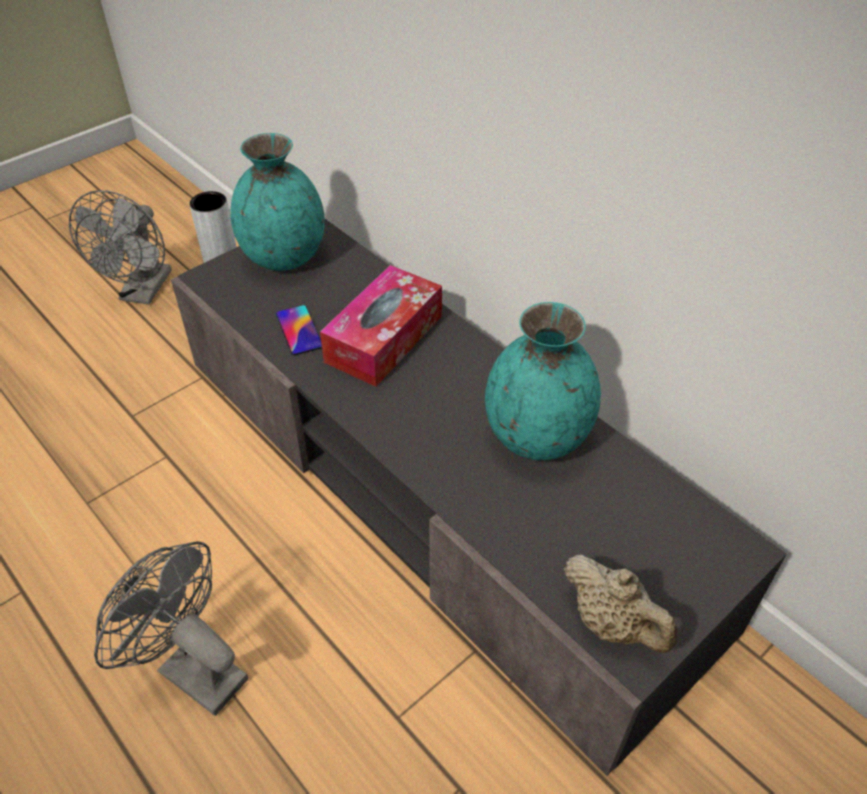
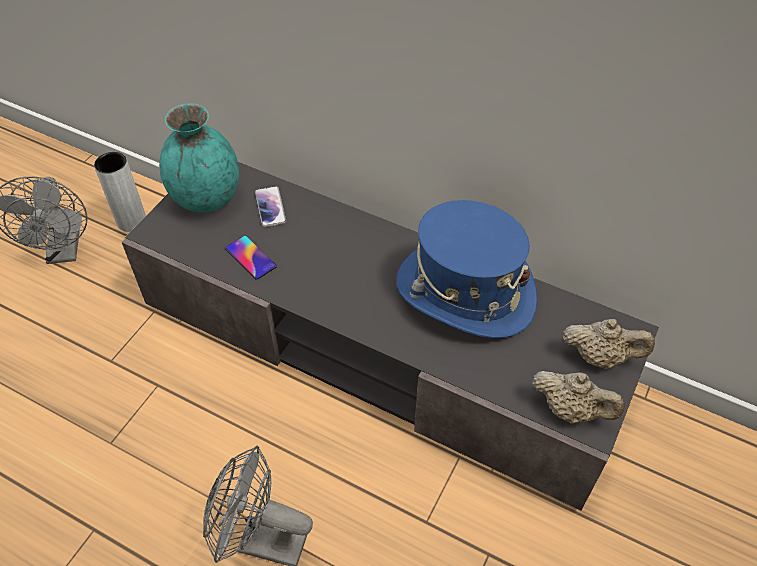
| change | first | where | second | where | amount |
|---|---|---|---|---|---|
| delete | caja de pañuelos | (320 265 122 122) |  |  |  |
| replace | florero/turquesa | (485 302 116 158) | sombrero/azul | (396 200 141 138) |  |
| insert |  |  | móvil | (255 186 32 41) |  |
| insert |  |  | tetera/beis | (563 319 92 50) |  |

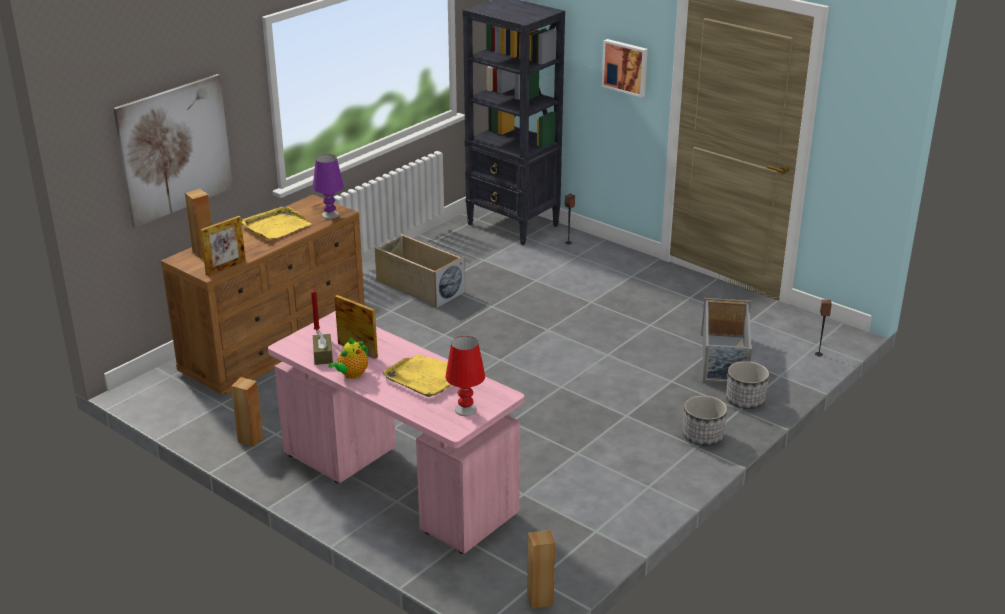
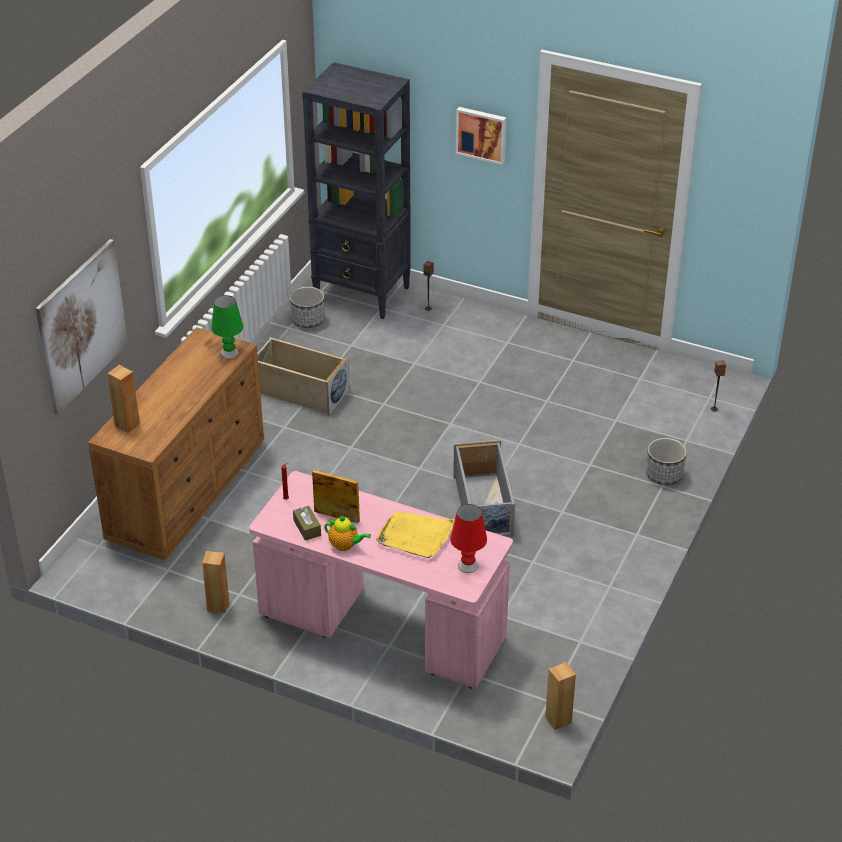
| change | first | where | second | where | amount |
|---|---|---|---|---|---|
| delete | portarretratos | (200 216 46 60) |  |  |  |
| delete | bandeja/amarillo | (241 207 70 33) |  |  |  |
| recolor | lámpara de mesa/morado | (313 154 31 65) | lámpara de mesa/verde | (211 295 32 64) |  |
| rotate | tetera | (328 338 40 41) |  | (324 516 47 35) | 90 degrees counterclockwise |
| move | maceta | (683 395 44 51) |  | (289 287 36 41) |  |
| move | caja de almacenaje/gris | (701 298 51 85) |  | (453 440 62 97) |  |

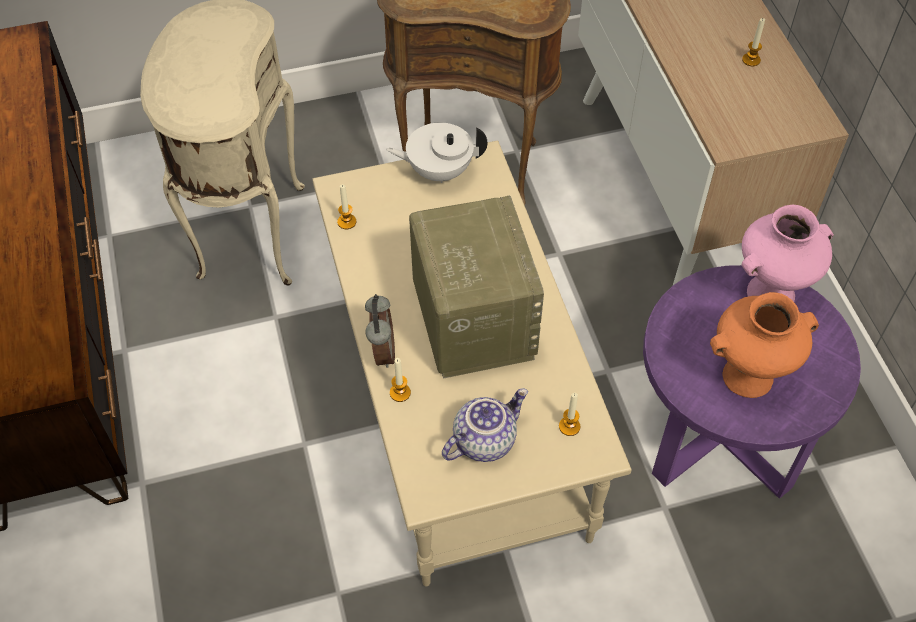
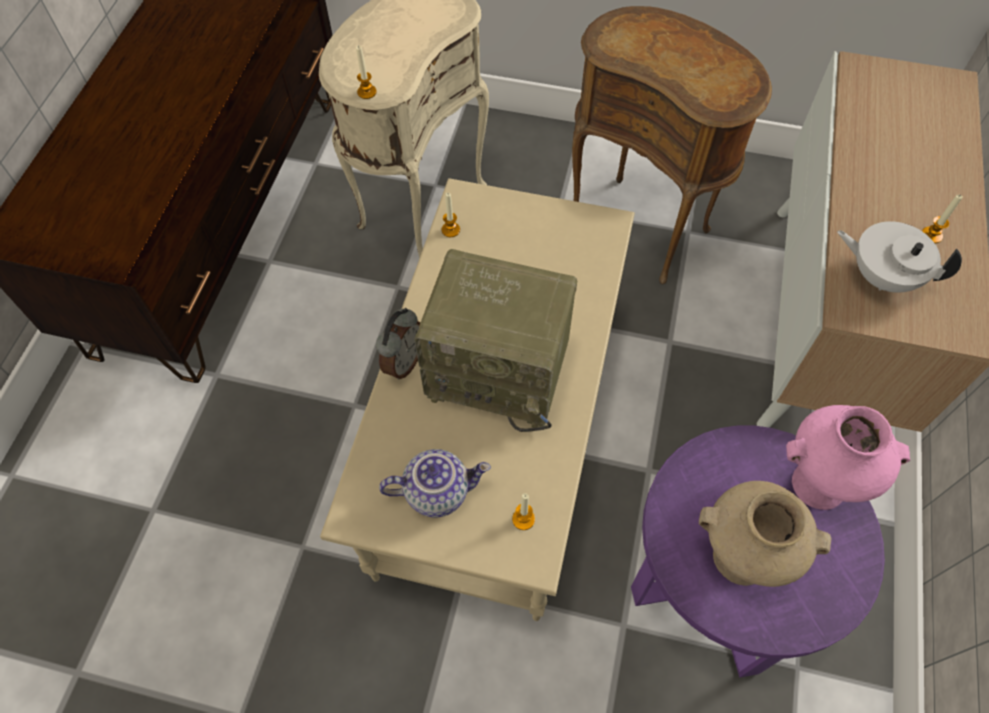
| change | first | where | second | where | amount |
|---|---|---|---|---|---|
| move | tetera/blanco | (386 123 101 60) |  | (837 221 125 72) |  |
| move | vela | (390 358 21 44) |  | (356 45 21 54) |  |
| rotate | radio | (409 195 135 184) |  | (414 249 163 183) | 90 degrees clockwise |
| recolor | florero/naranja | (710 292 109 106) | florero/beis | (699 481 132 106) |  |

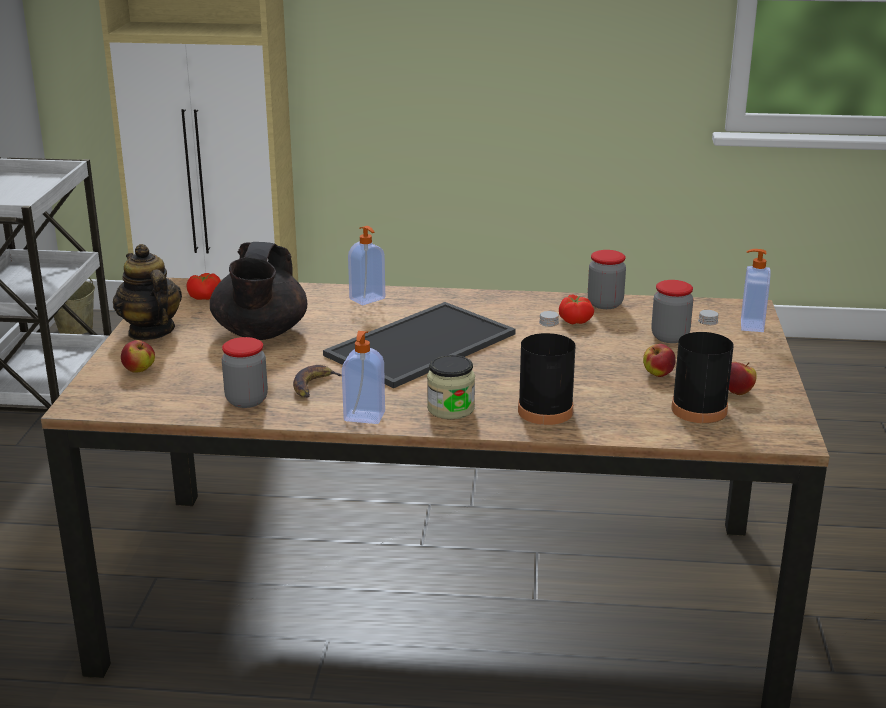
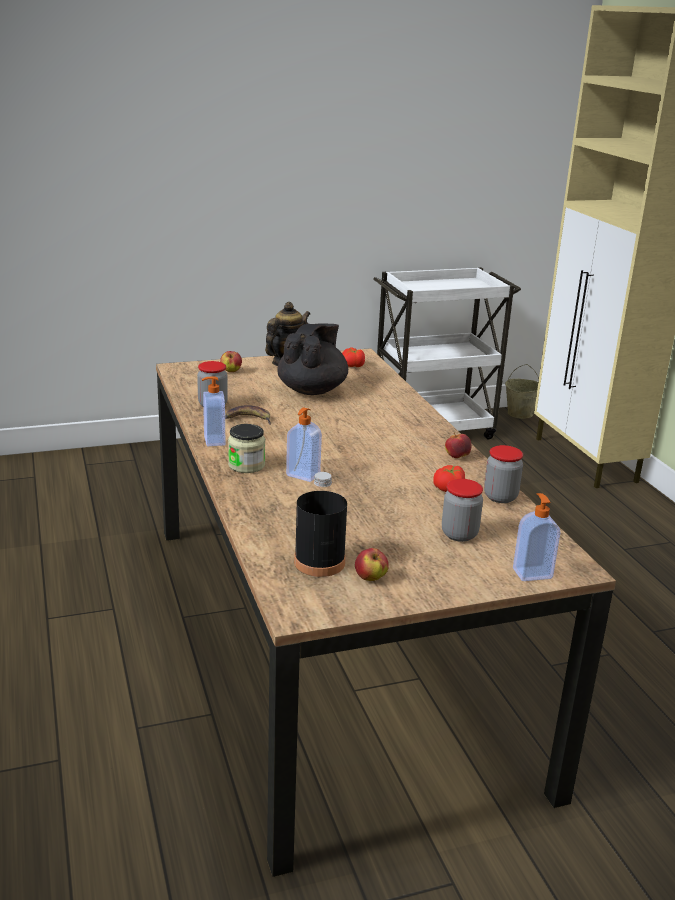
| change | first | where | second | where | amount |
|---|---|---|---|---|---|
| rotate | tetera/negro | (210 242 97 98) |  | (277 323 71 72) | 135 degrees clockwise |
| delete | bandeja | (323 302 193 86) |  |  |  |
| move | dispensador de jabón | (348 226 37 79) |  | (286 407 36 75) |  |
| delete | botella/negro | (518 311 57 114) |  |  |  |
| move | manzana | (643 344 33 33) |  | (445 432 27 26) |  |

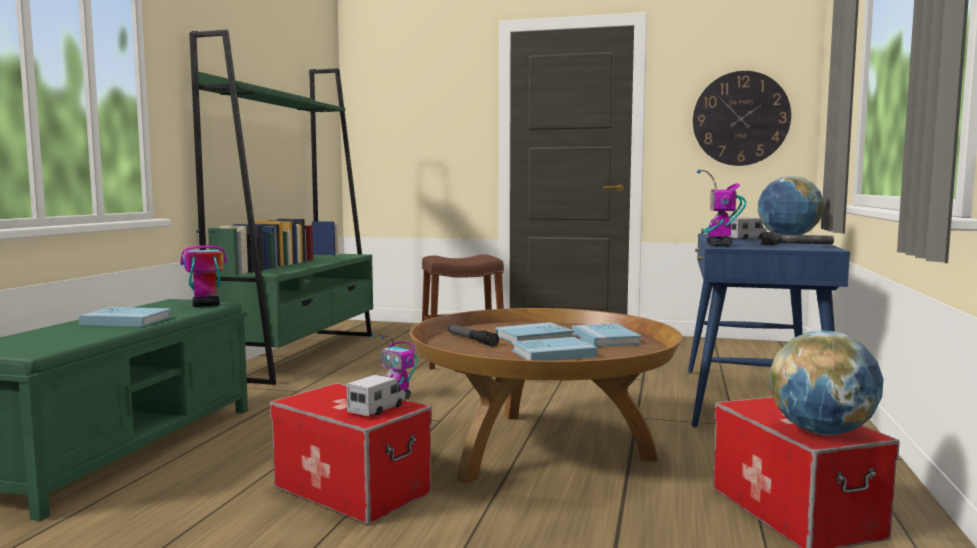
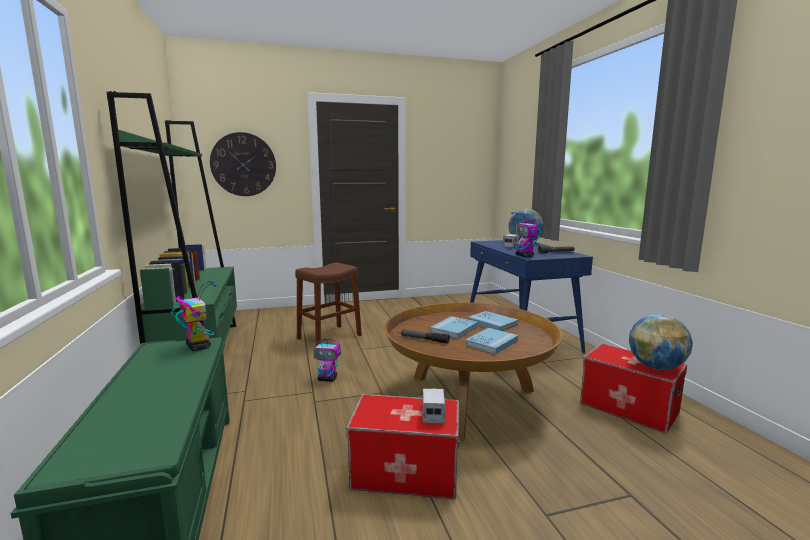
| change | first | where | second | where | amount |
|---|---|---|---|---|---|
| delete | libro/azul | (79 307 93 20) |  |  |  |
| rotate | robot de juguete | (180 229 47 78) |  | (171 281 46 70) | 105 degrees clockwise |
| move | reloj de pared | (693 71 98 95) |  | (210 132 66 64) |  |

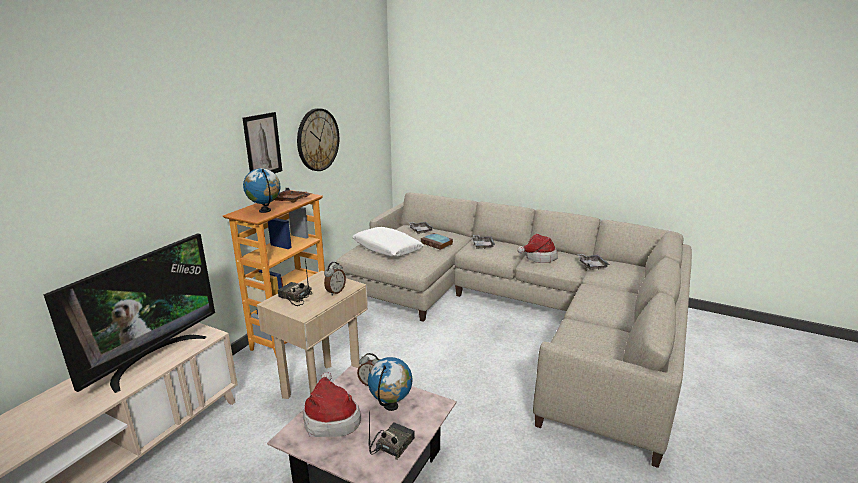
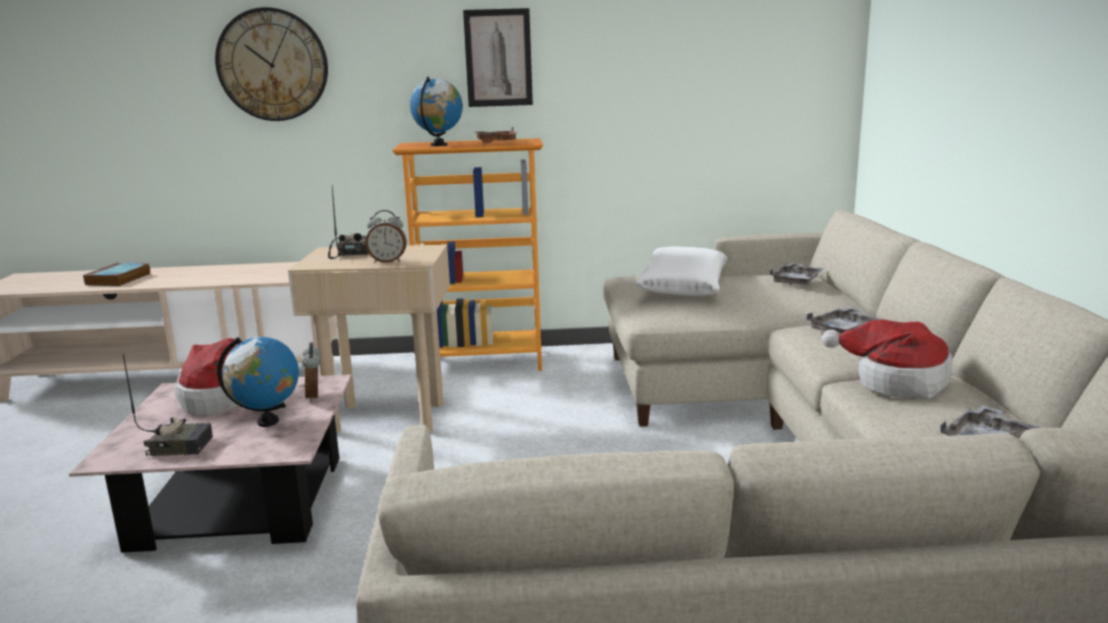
| change | first | where | second | where | amount |
|---|---|---|---|---|---|
| delete | televisor | (43 233 172 160) |  |  |  |
| move | reloj de pared | (297 108 42 63) |  | (215 7 113 114) |  |
| move | libro | (421 233 32 17) |  | (83 263 68 23) |  |

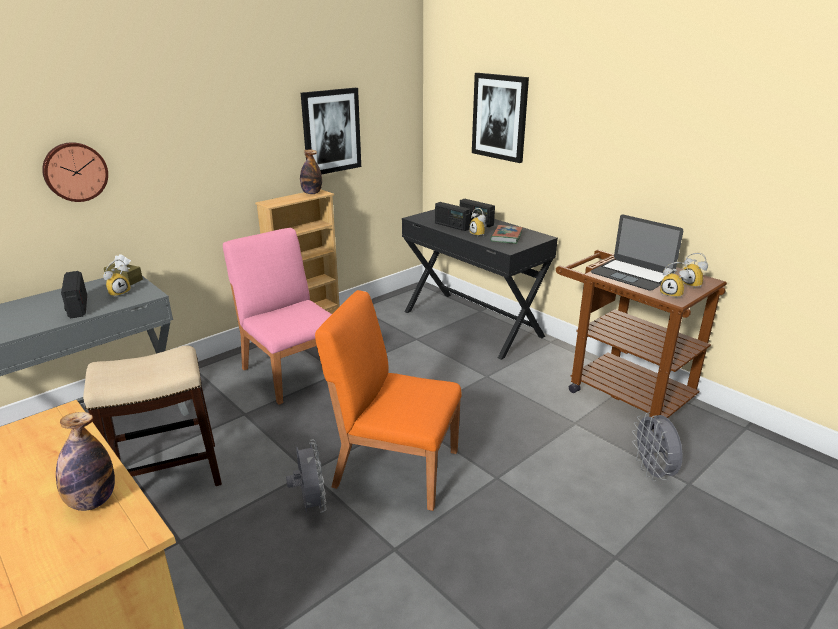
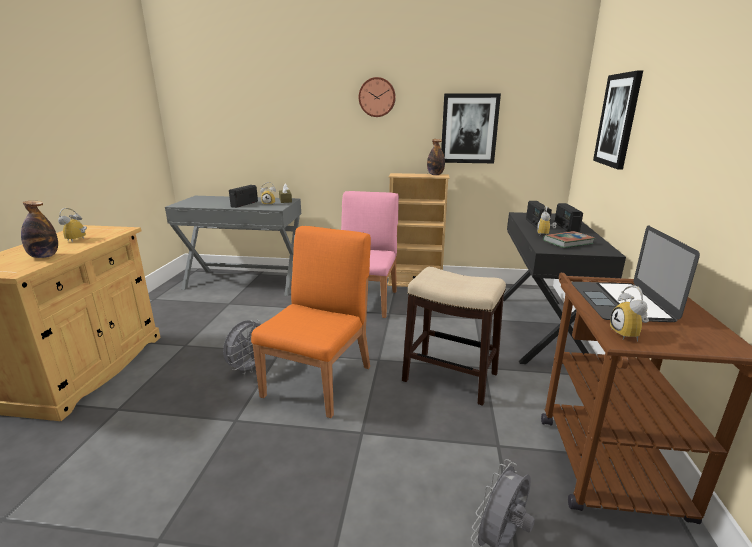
| change | first | where | second | where | amount |
|---|---|---|---|---|---|
| move | reloj de pared | (42 142 66 60) |  | (359 77 37 40) |  |
| move | taburete | (83 345 139 141) |  | (402 266 104 140) |  |
| rotate | silla/naranja | (315 290 147 221) |  | (251 226 120 192) | 45 degrees clockwise |
| move | despertador | (681 253 27 35) |  | (58 208 29 35) |  |

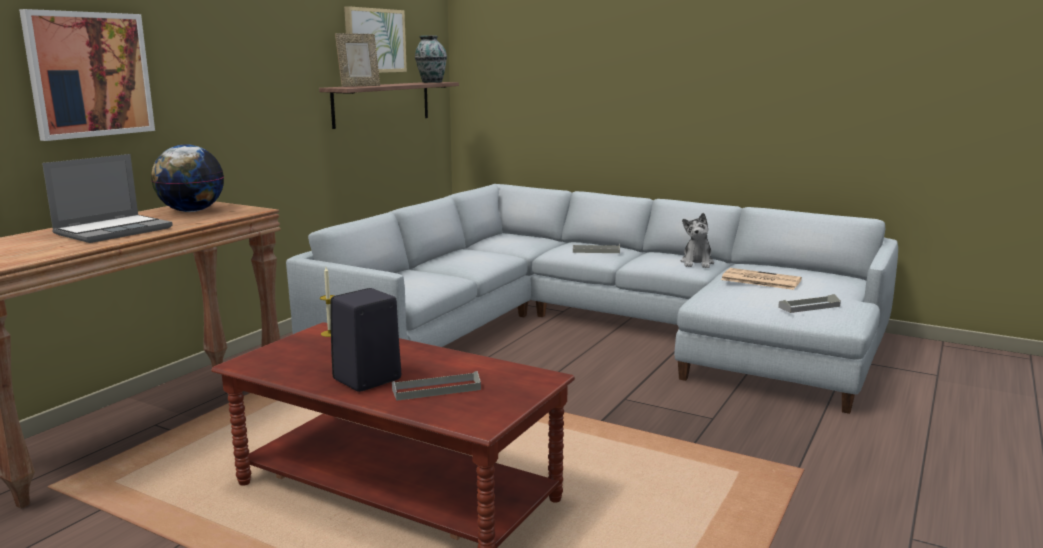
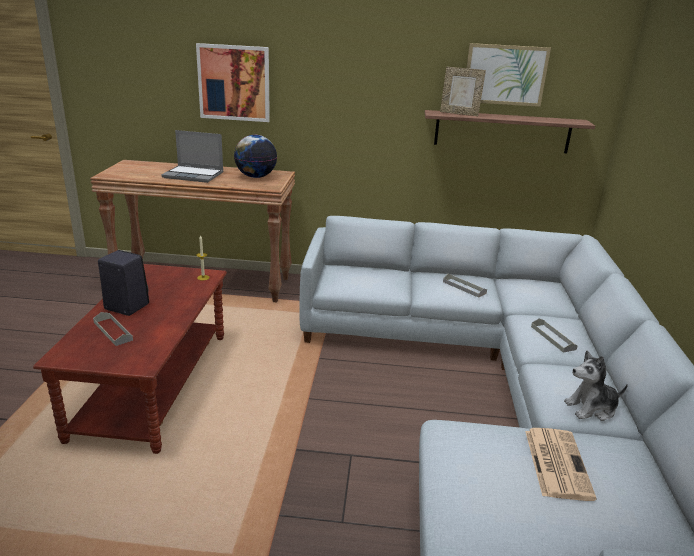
| change | first | where | second | where | amount |
|---|---|---|---|---|---|
| delete | florero | (415 35 32 48) |  |  |  |
| move | bandeja/gris | (778 294 63 19) |  | (443 274 44 24) |  |

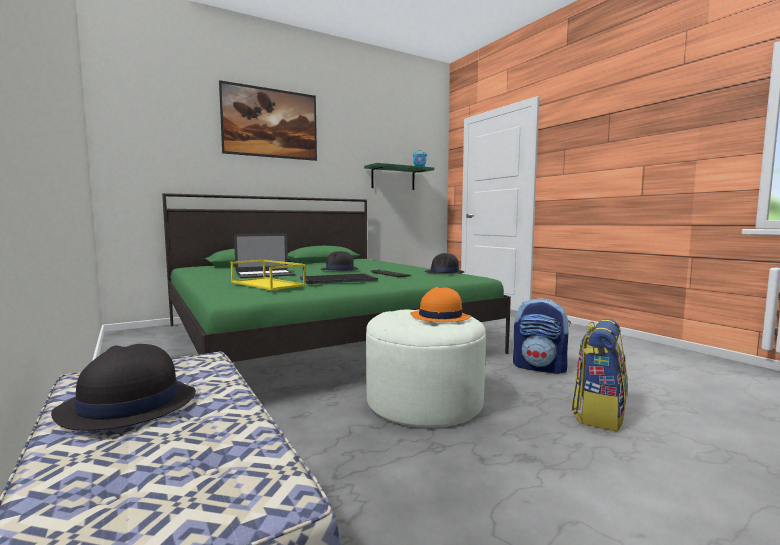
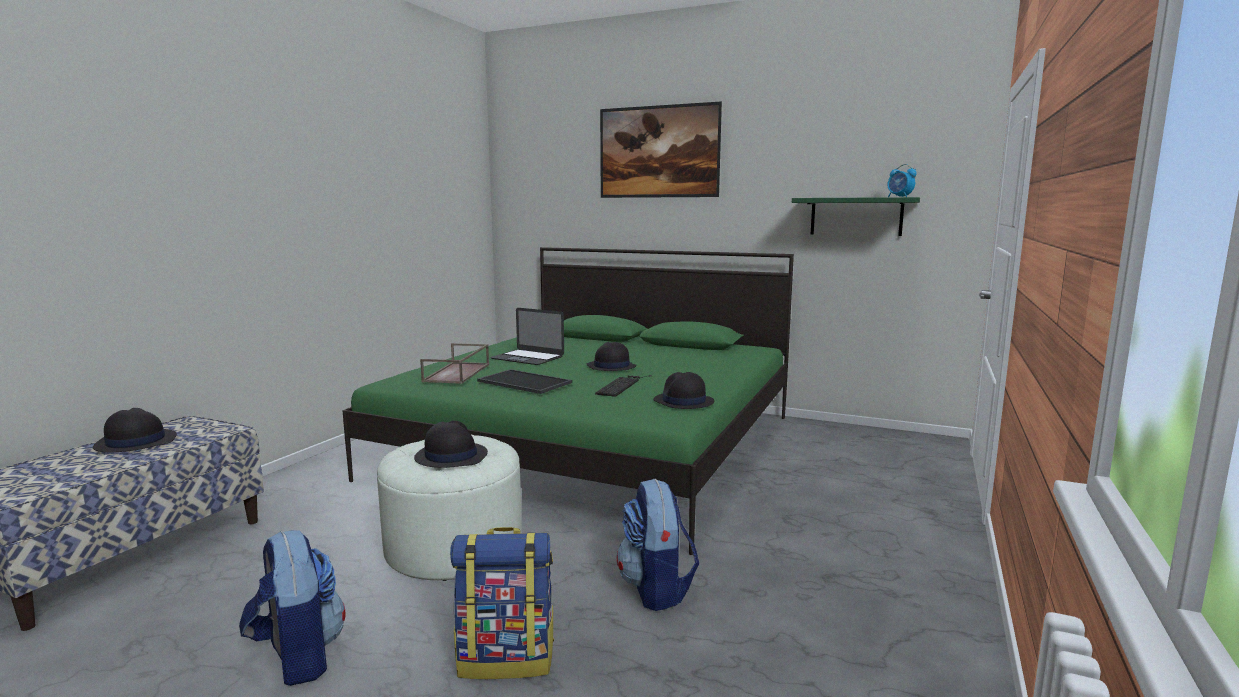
| change | first | where | second | where | amount |
|---|---|---|---|---|---|
| recolor | bandeja/amarillo | (231 260 75 30) | bandeja/marrón | (420 343 69 41) |  |
| recolor | sombrero/naranja | (410 287 61 35) | sombrero/negro | (414 421 74 47) |  |
| insert |  |  | mochila | (239 530 106 156) |  |

